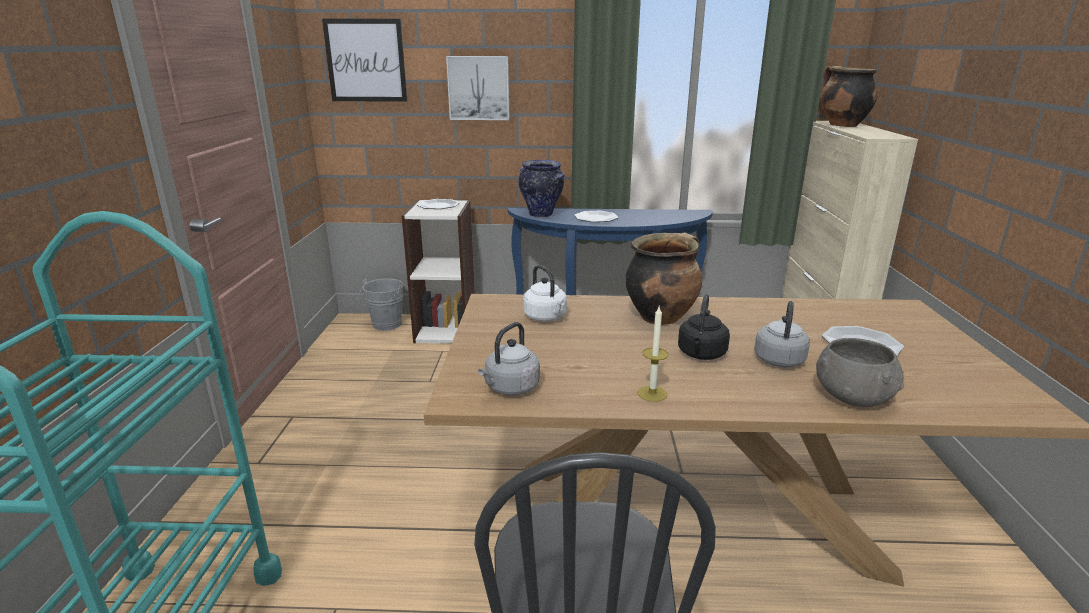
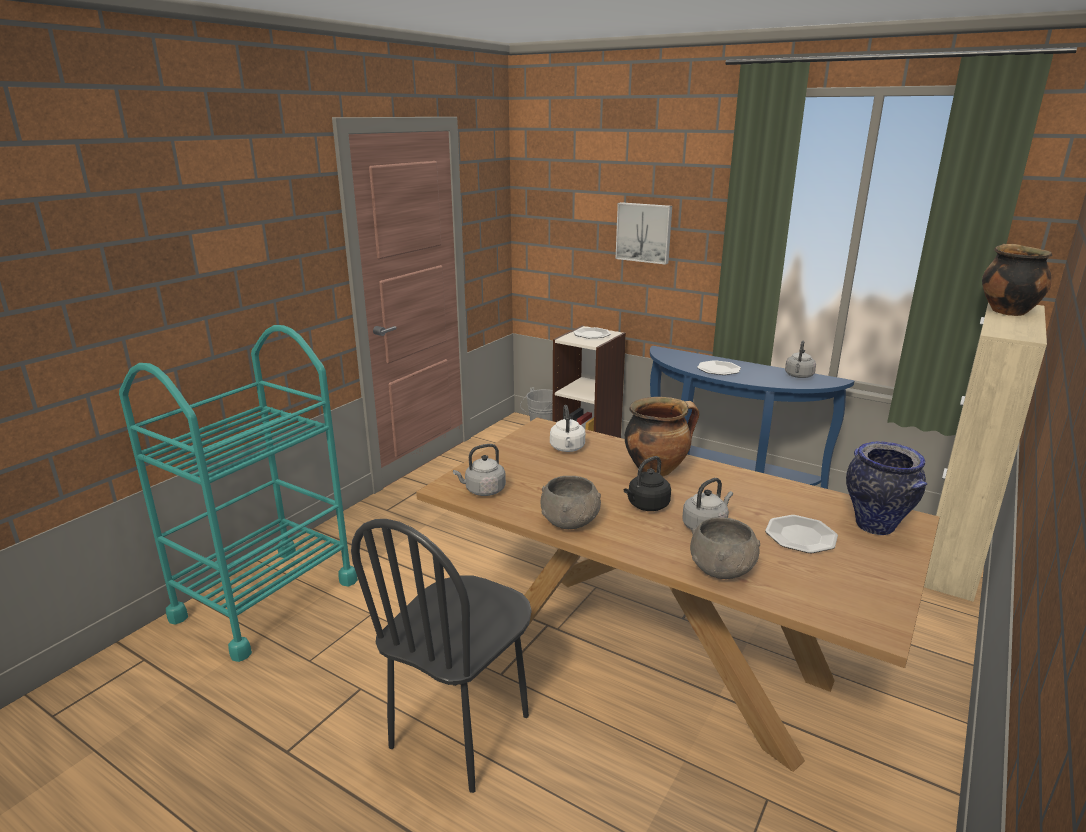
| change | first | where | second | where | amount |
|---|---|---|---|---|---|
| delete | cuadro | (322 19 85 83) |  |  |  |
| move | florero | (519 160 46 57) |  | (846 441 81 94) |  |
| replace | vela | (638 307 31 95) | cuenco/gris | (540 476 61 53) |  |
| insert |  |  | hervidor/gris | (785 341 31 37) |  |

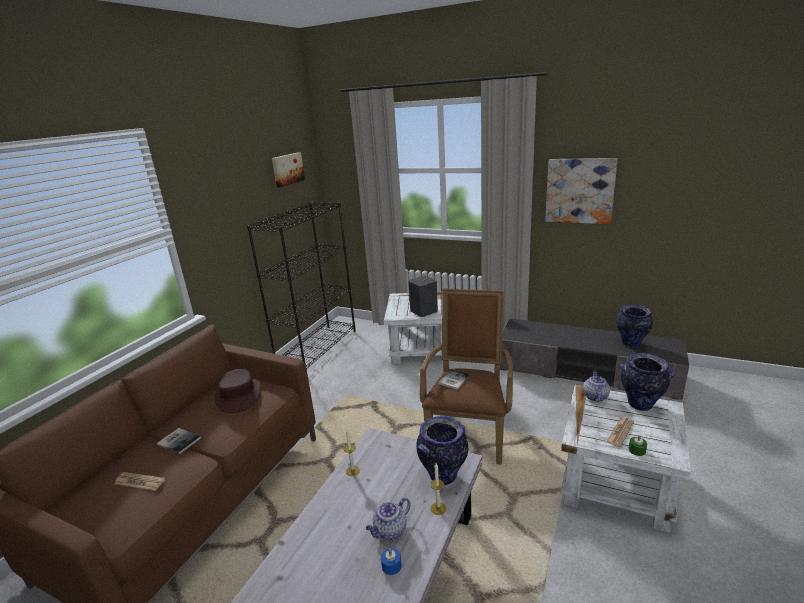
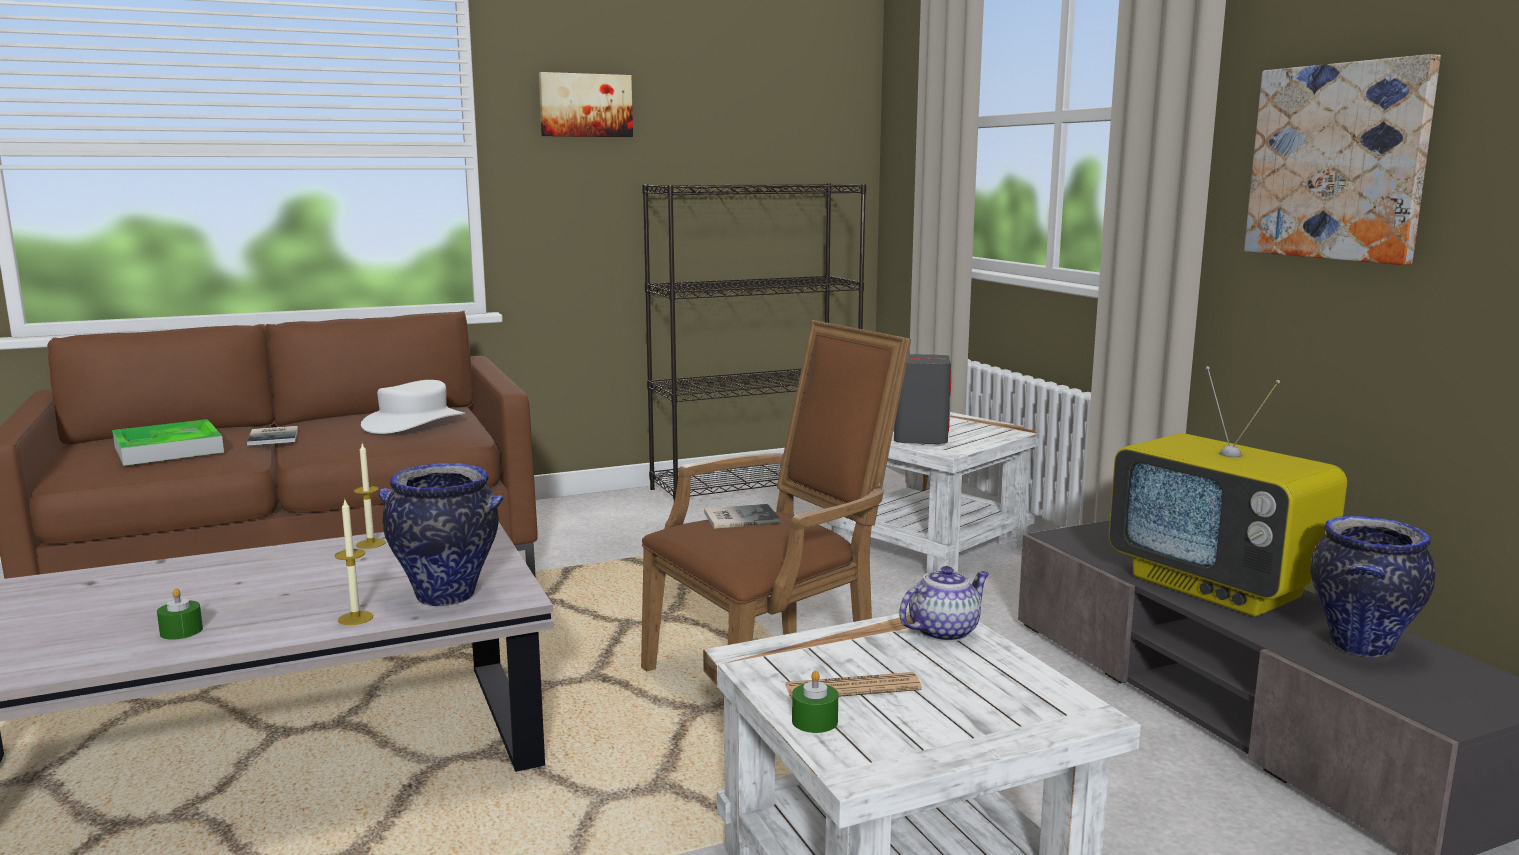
| change | first | where | second | where | amount |
|---|---|---|---|---|---|
| replace | periódico | (114 472 51 19) | bandeja | (112 419 112 47) |  |
| recolor | sombrero/marrón | (215 369 45 44) | sombrero/blanco | (361 380 105 54) |  |
| move | cuadro | (272 152 33 35) |  | (539 72 94 65) |  |
| delete | tetera | (366 498 45 42) |  |  |  |
| recolor | vela/azul | (381 548 21 27) | vela/verde | (157 588 46 52) |  |
| delete | florero | (620 353 55 58) |  |  |  |
| insert |  |  | televisor | (1109 366 238 251) |  |

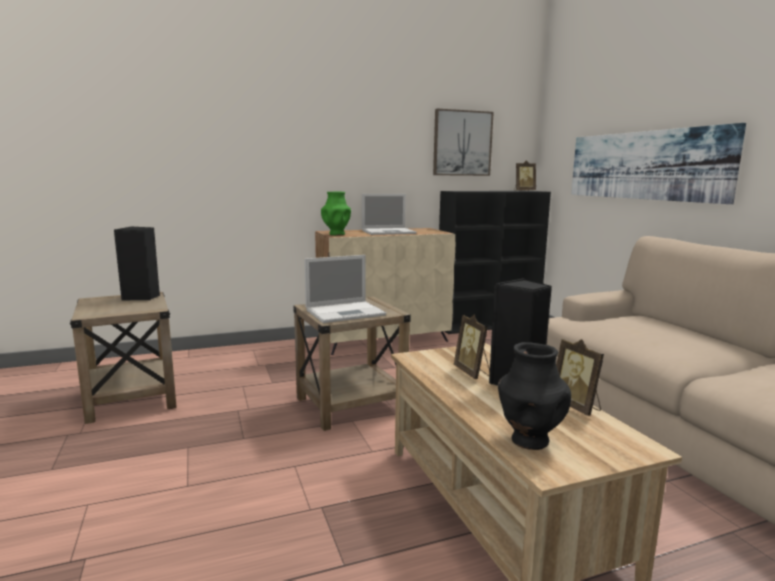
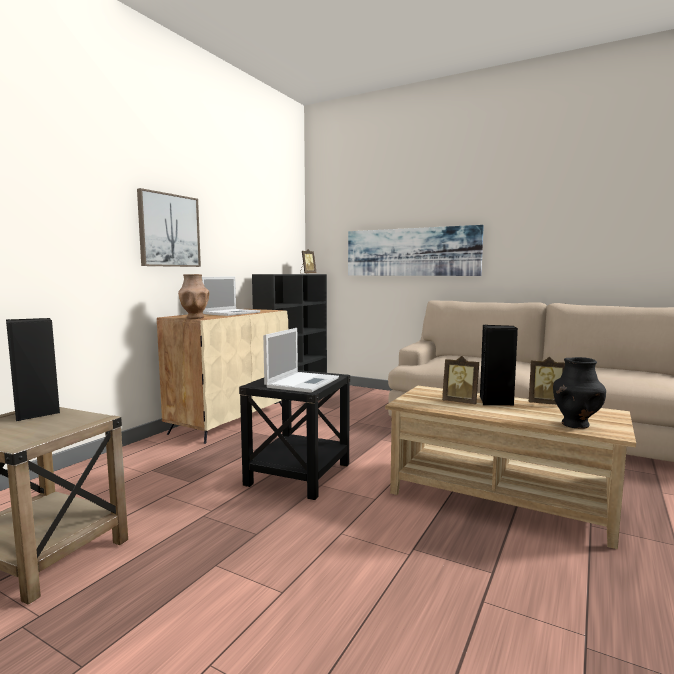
| change | first | where | second | where | amount |
|---|---|---|---|---|---|
| recolor | mesa auxiliar/beis | (293 296 118 135) | mesa auxiliar/negro | (239 370 111 130) |  |
| recolor | florero/verde | (321 192 30 43) | florero/marrón | (178 274 31 45) |  |
| move | cuadro | (433 109 61 67) |  | (137 188 64 79) |  |

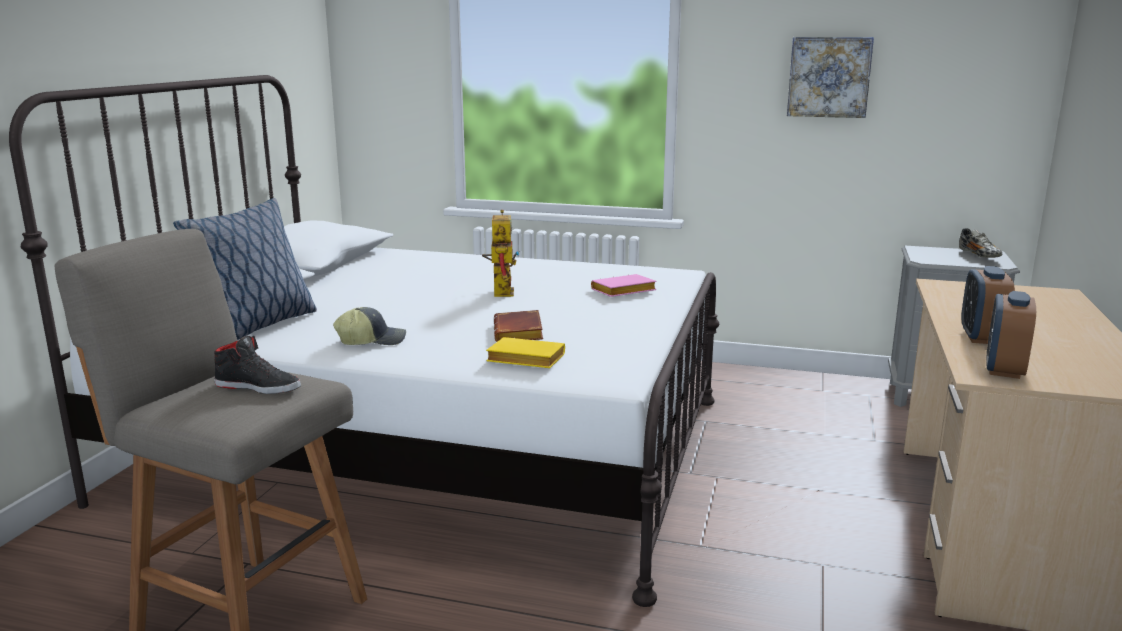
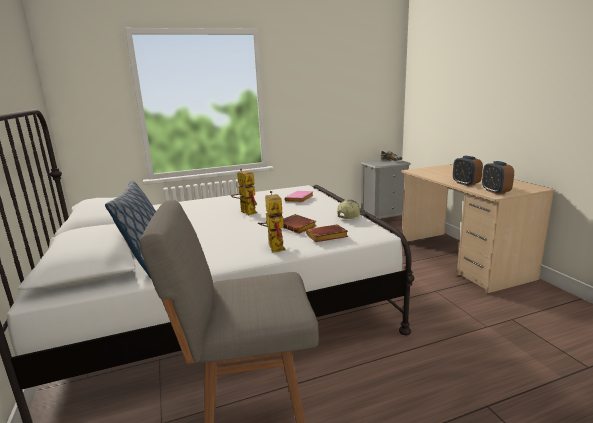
| change | first | where | second | where | amount |
|---|---|---|---|---|---|
| delete | zapato/negro | (214 336 87 58) |  |  |  |
| move | gorra | (333 307 73 38) |  | (337 200 28 19) |  |
| recolor | libro/amarillo | (486 337 79 31) | libro/marrón | (306 224 42 18) |  |
| delete | cuadro | (787 37 87 81) |  |  |  |
| insert |  |  | robot de juguete | (258 191 28 61) |  |

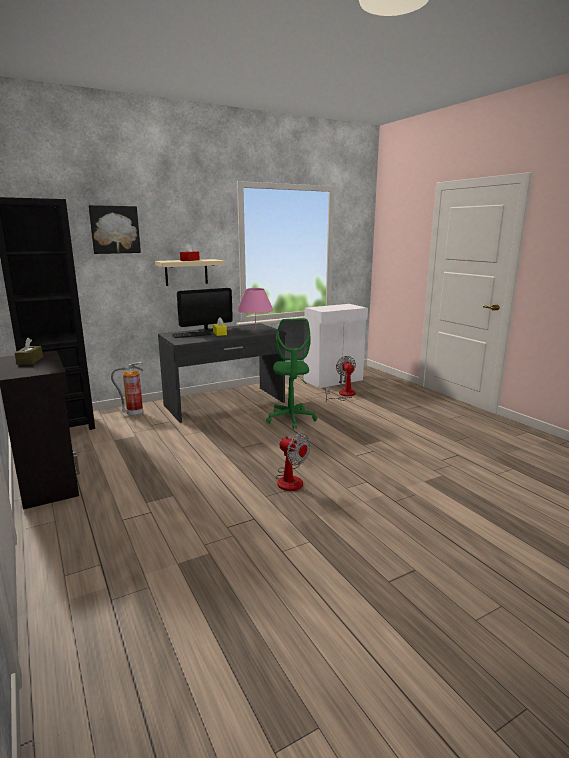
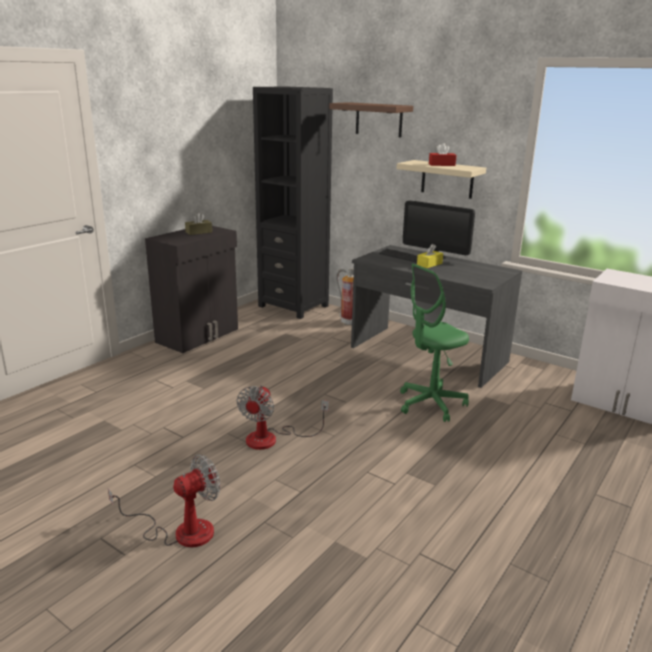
| change | first | where | second | where | amount |
|---|---|---|---|---|---|
| replace | cuadro | (88 205 53 49) | estante/marrón | (329 102 84 35) |  |
| delete | lámpara de mesa/rosa | (237 288 37 41) |  |  |  |
| move | ventilador | (326 356 30 45) |  | (108 454 112 93) |  |

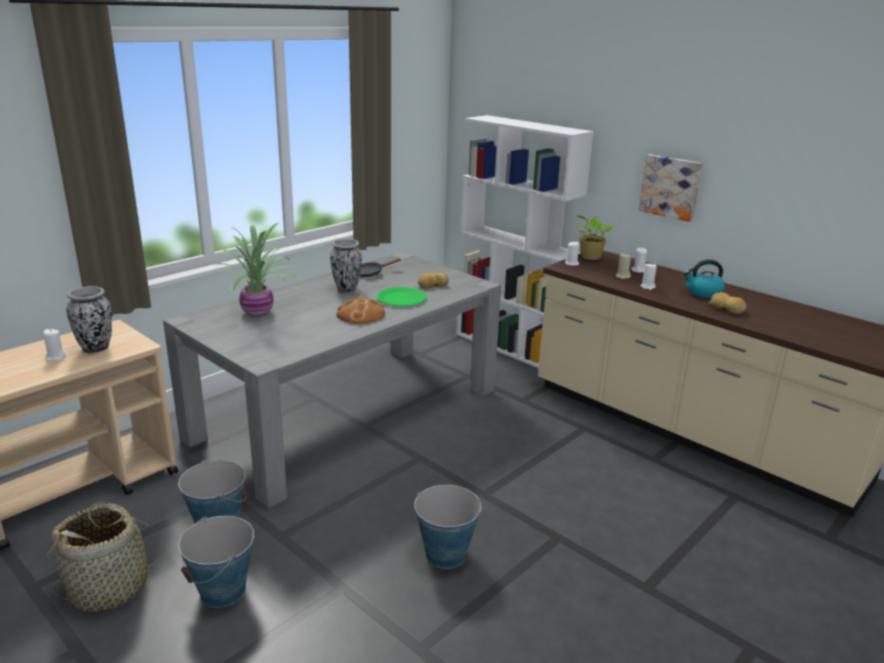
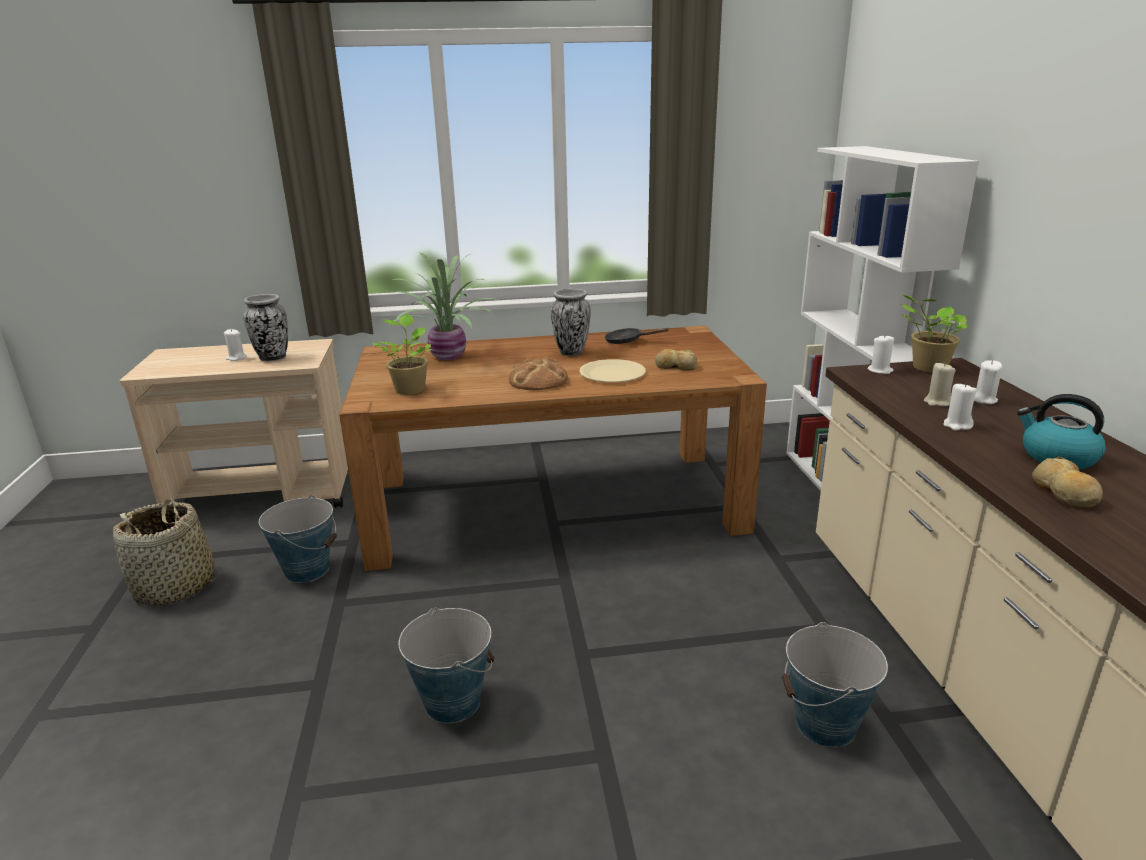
| change | first | where | second | where | amount |
|---|---|---|---|---|---|
| recolor | mesa de comedor/gris | (163 252 338 256) | mesa de comedor/marrón | (339 326 428 245) |  |
| move | cubo | (178 516 76 92) |  | (782 622 106 125) |  |
| recolor | plato/verde | (376 287 51 19) | plato/beis | (579 359 67 23) |  |
| delete | cuadro | (638 154 64 68) |  |  |  |
| insert |  |  | planta en maceta | (372 314 60 81) |  |

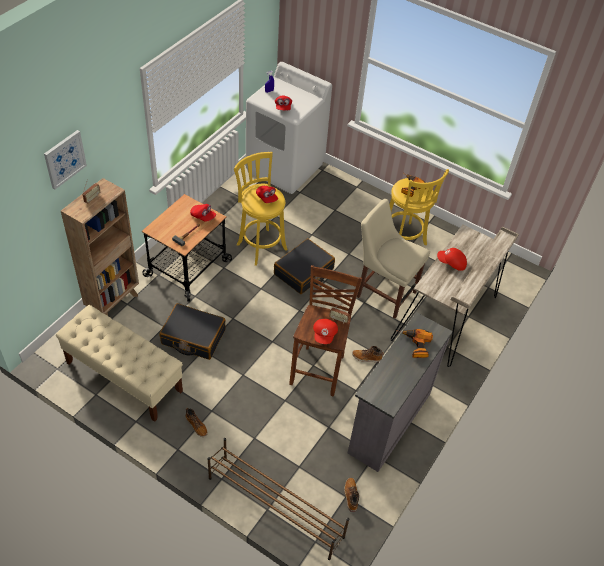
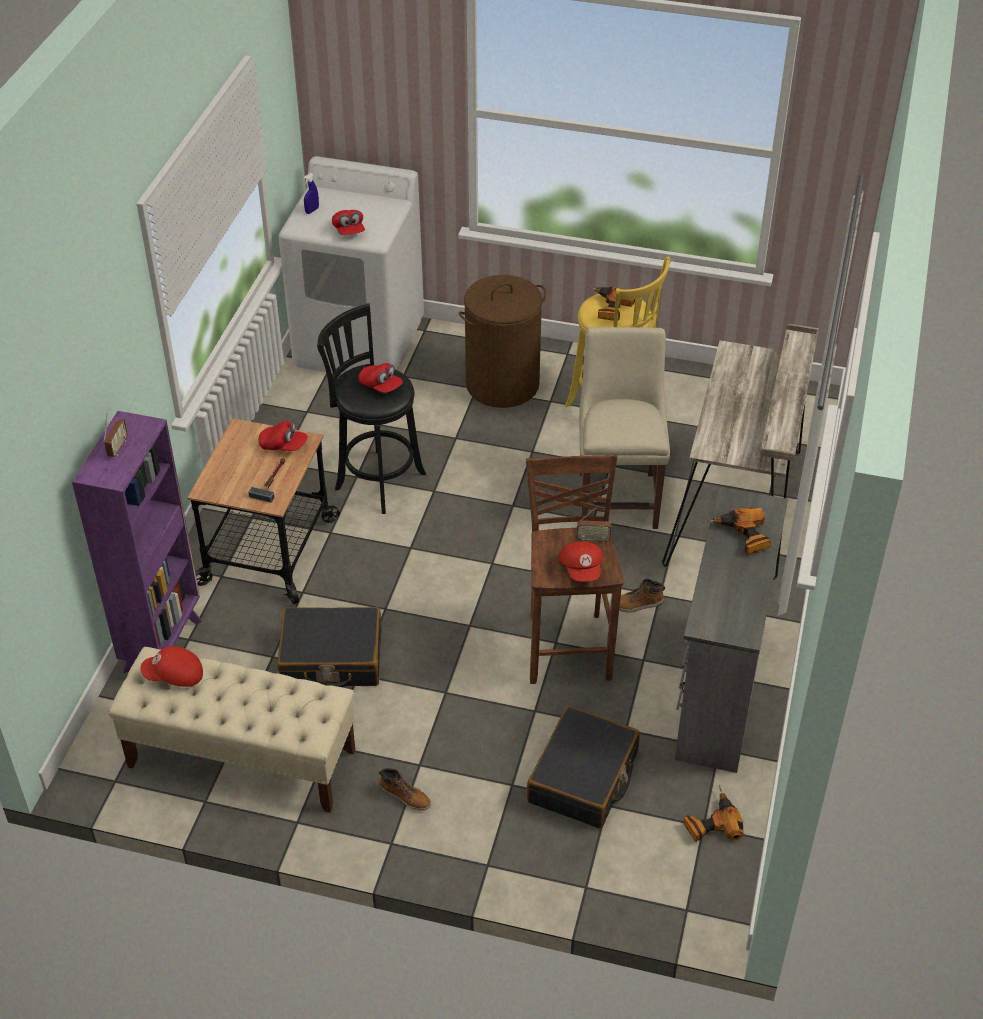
| change | first | where | second | where | amount |
|---|---|---|---|---|---|
| delete | cuadro | (44 130 43 59) |  |  |  |
| recolor | estantería/marrón | (61 178 78 138) | estantería/morado | (72 411 130 262) |  |
| delete | zapatero/marrón | (208 438 141 122) |  |  |  |
| recolor | taburete/amarillo | (234 152 53 114) | taburete/negro | (317 303 109 211) |  |
| move | maleta/negro | (274 238 61 56) |  | (527 706 113 122) |  |
| replace | bota | (344 478 15 34) | taladro | (683 785 61 57) |  |
| rotate | silla/beis | (357 199 73 120) |  | (579 327 91 202) | 75 degrees clockwise |
| move | gorra/rojo | (437 248 30 23) |  | (140 646 63 41) |  |
| insert |  |  | cesto de la ropa/marrón | (459 275 87 133) |  |

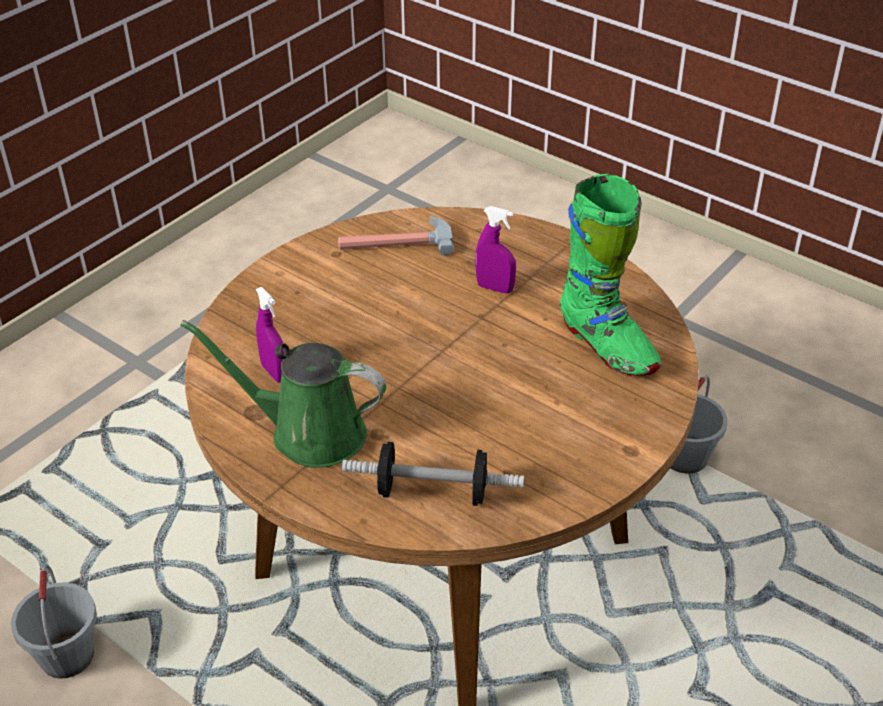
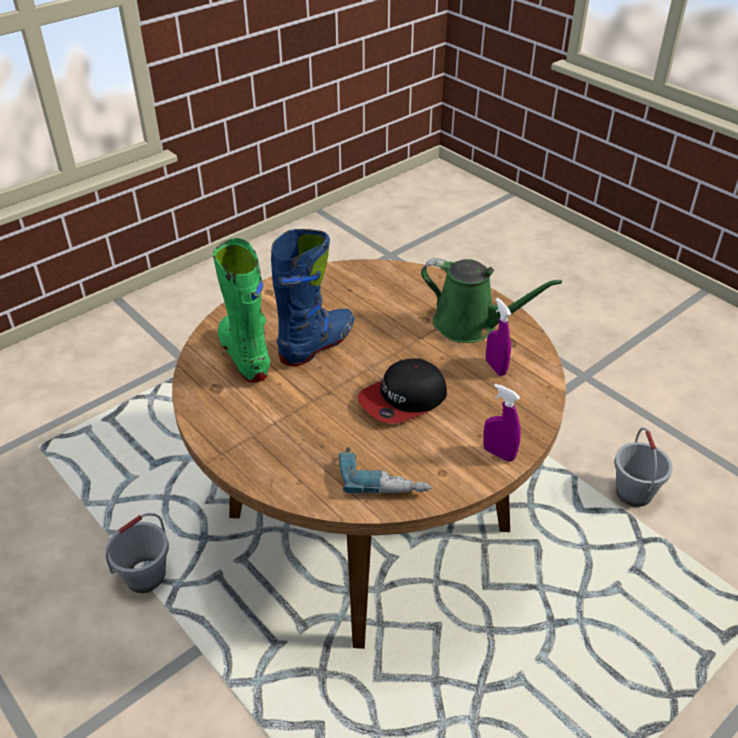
| change | first | where | second | where | amount |
|---|---|---|---|---|---|
| replace | martillo | (338 216 116 39) | taladro | (339 447 93 47) |  |
| delete | mancuerna | (342 442 182 64) |  |  |  |
| move | pulverizador/morado | (475 206 41 87) |  | (483 384 38 78) |  |
| insert |  |  | bota/azul | (271 229 83 137) |  |
| insert |  |  | gorra | (358 358 89 66) |  |

